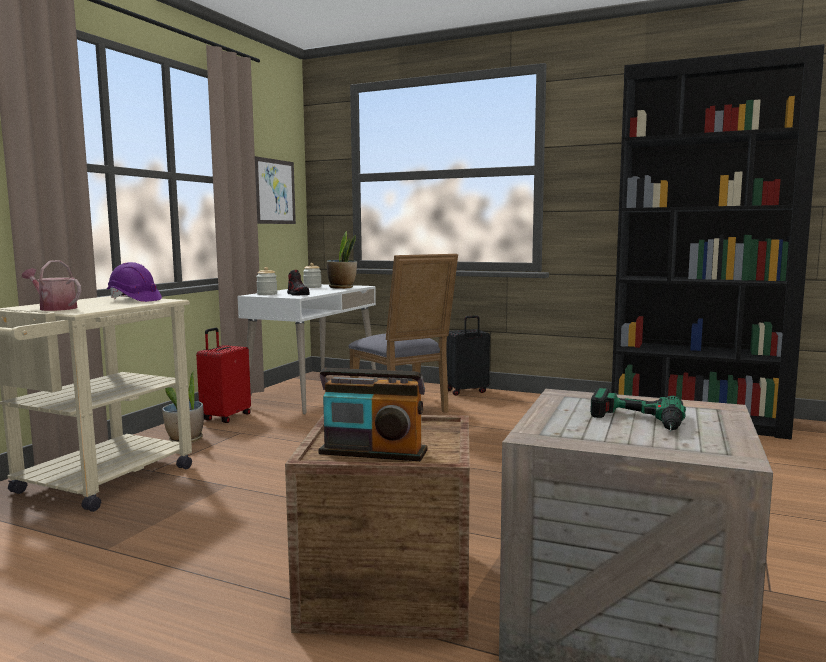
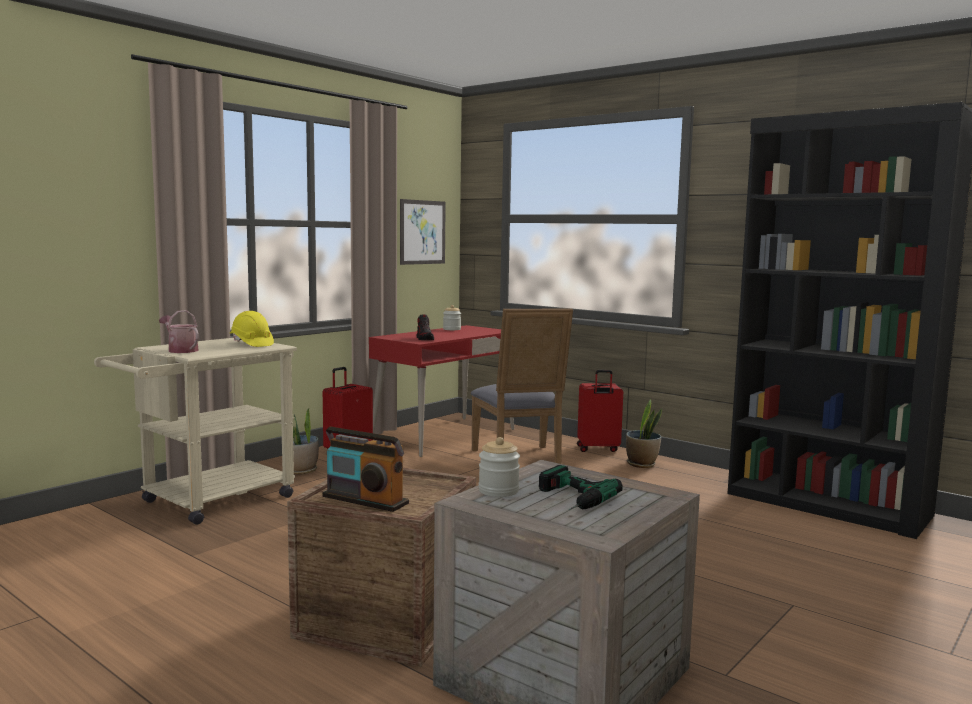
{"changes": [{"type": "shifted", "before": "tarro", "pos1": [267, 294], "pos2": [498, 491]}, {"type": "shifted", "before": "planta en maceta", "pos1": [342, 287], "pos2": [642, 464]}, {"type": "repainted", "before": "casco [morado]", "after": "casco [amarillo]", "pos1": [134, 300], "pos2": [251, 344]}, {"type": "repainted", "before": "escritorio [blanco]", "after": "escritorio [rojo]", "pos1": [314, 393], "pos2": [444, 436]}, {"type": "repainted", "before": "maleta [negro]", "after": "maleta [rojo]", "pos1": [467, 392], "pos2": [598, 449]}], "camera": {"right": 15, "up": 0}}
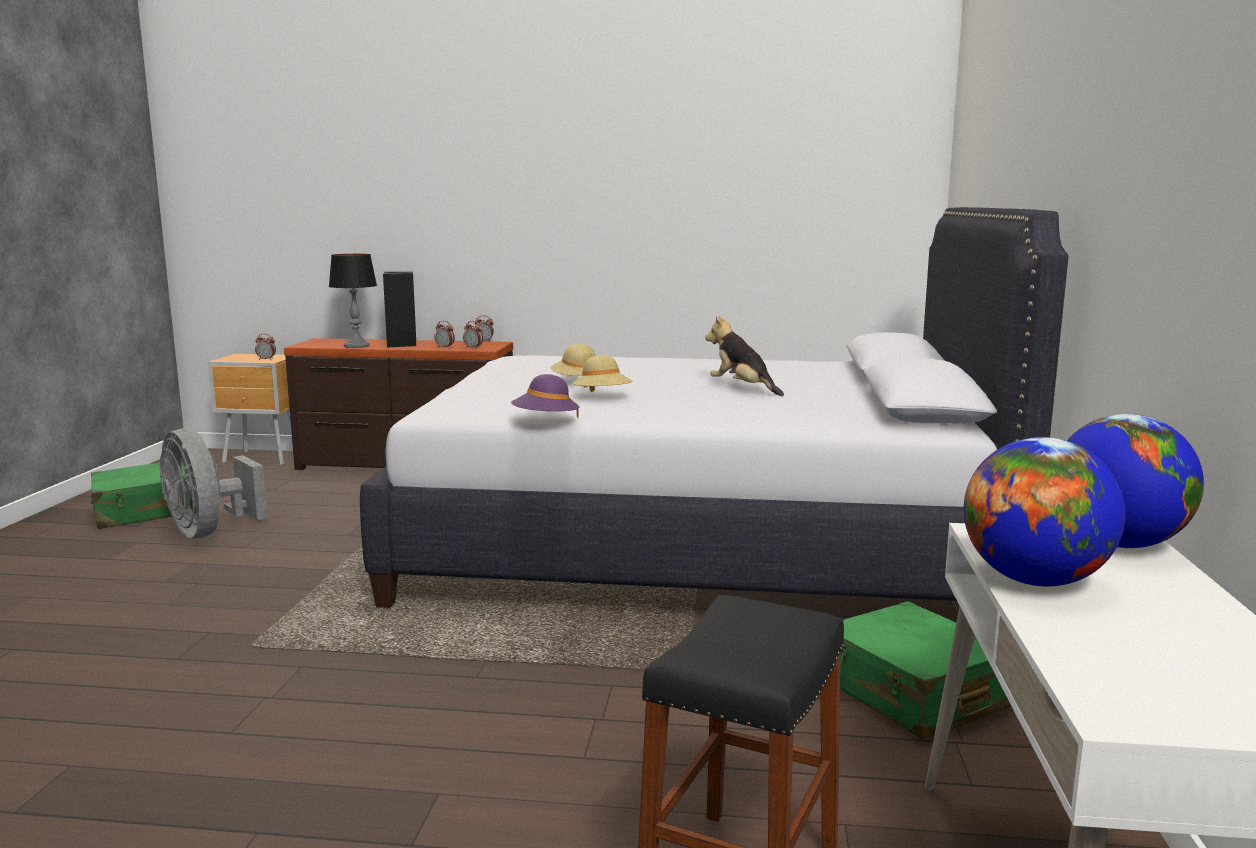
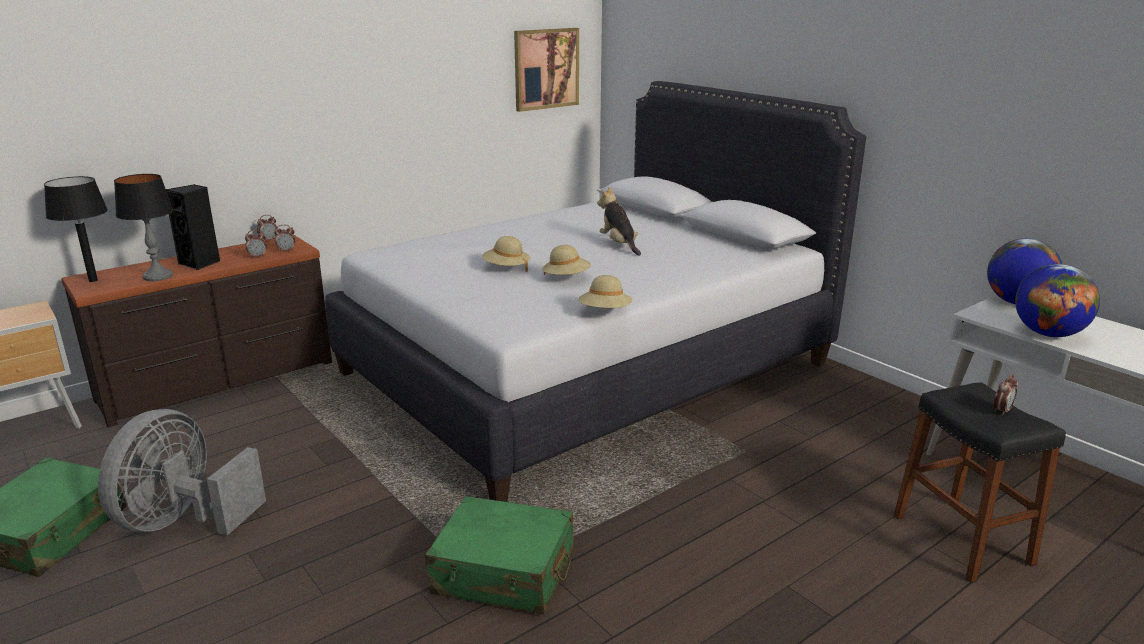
{"changes": [{"type": "new", "after": "lámpara de mesa [negro]", "pos2": [92, 280]}, {"type": "new", "after": "cuadro", "pos2": [546, 69]}, {"type": "shifted", "before": "despertador", "pos1": [266, 359], "pos2": [1002, 411]}, {"type": "shifted", "before": "maleta [verde]", "pos1": [913, 694], "pos2": [504, 573]}, {"type": "repainted", "before": "sombrero [morado]", "after": "sombrero [beis]", "pos1": [545, 421], "pos2": [605, 312]}, {"type": "rotated", "before": "ventilador [gris]", "pos1": [208, 532], "pos2": [183, 521], "turn": 105}, {"type": "rotated", "before": "peluche", "pos1": [742, 389], "pos2": [619, 245], "turn": 60}], "camera": {"right": -45, "up": 10}}
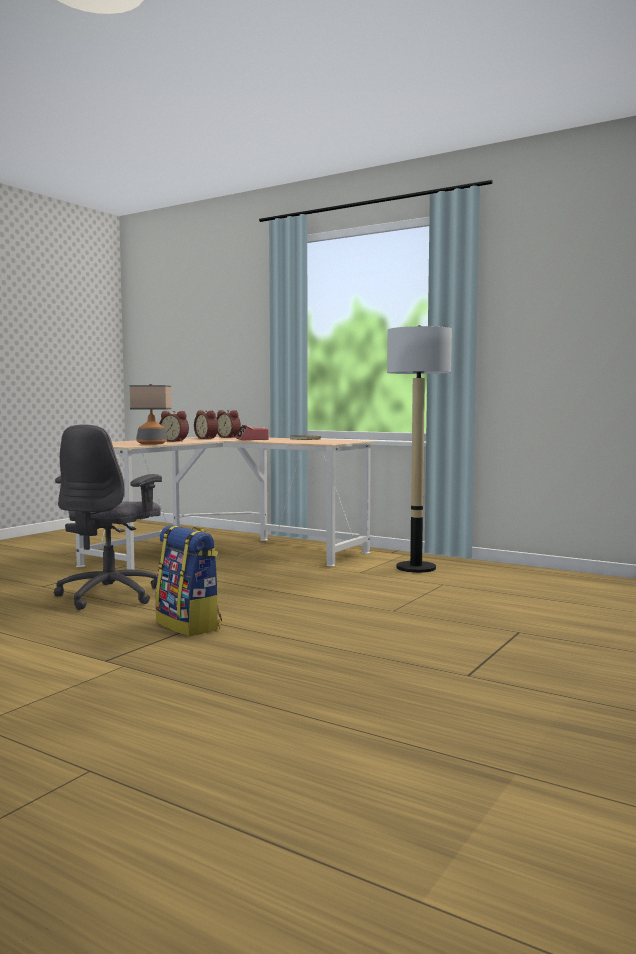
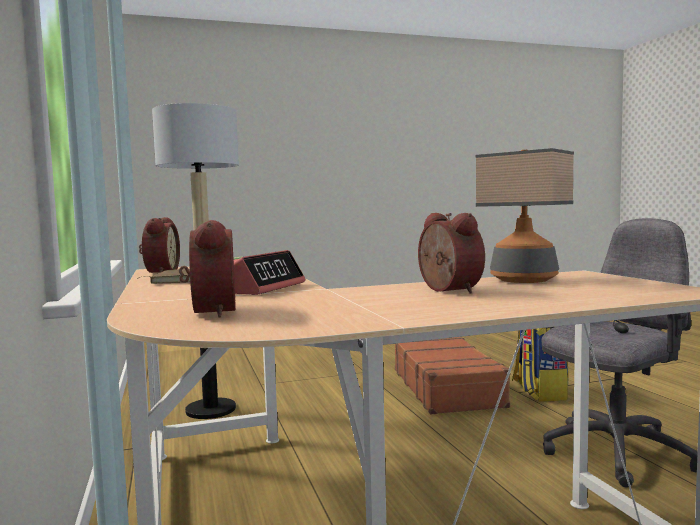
{"changes": [{"type": "new", "after": "maleta [marrón]", "pos2": [447, 387]}, {"type": "shifted", "before": "despertador", "pos1": [207, 438], "pos2": [159, 272]}], "camera": {"right": -140, "up": 0}}
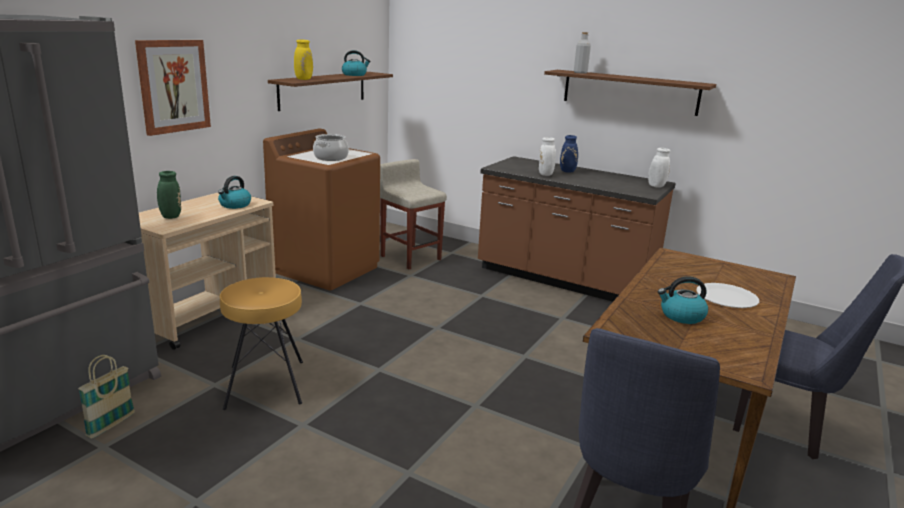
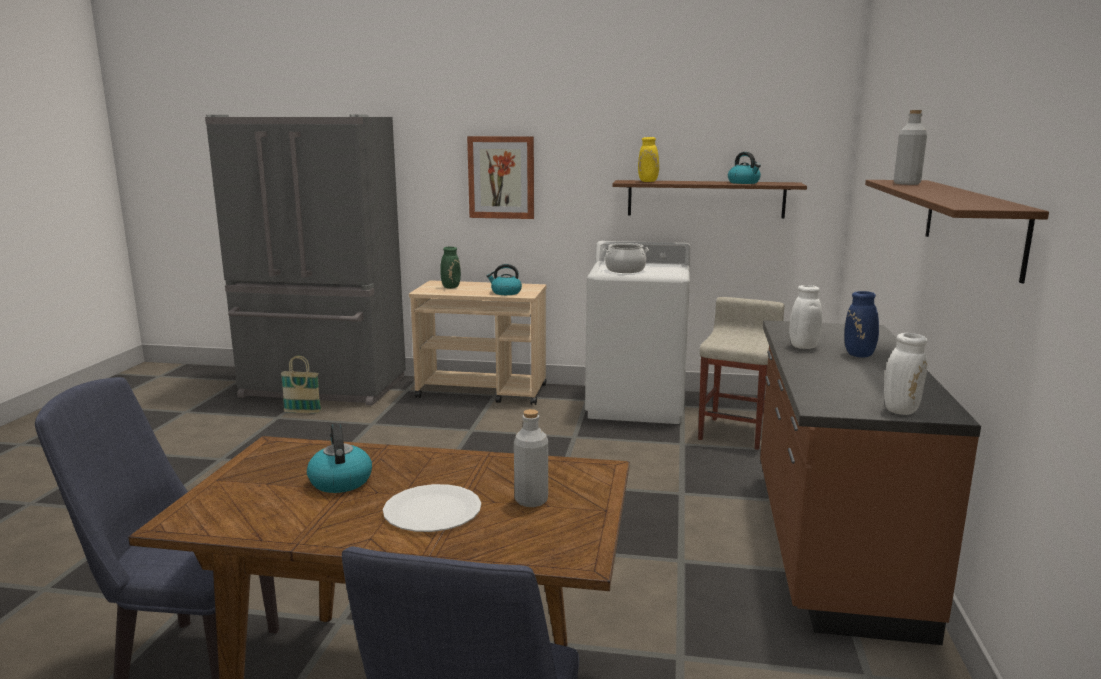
{"changes": [{"type": "gone", "before": "taburete [marrón]", "pos1": [266, 384]}, {"type": "new", "after": "botella [gris]", "pos2": [531, 500]}, {"type": "repainted", "before": "lavadora [marrón]", "after": "lavadora [blanco]", "pos1": [326, 269], "pos2": [636, 405]}], "camera": {"right": 70, "up": -5}}
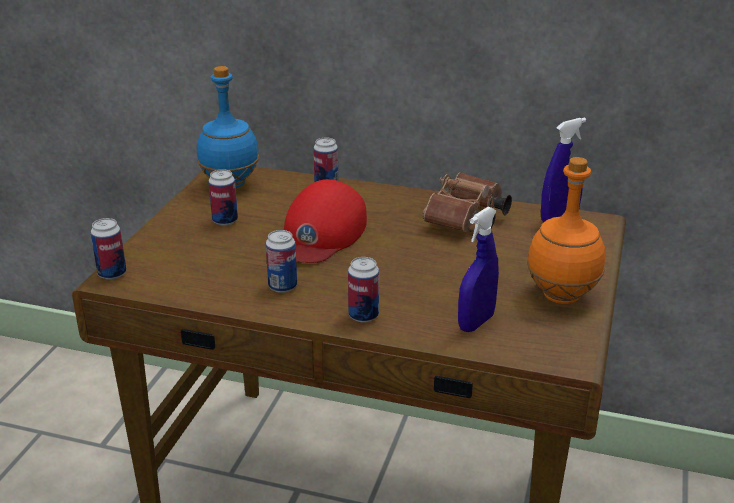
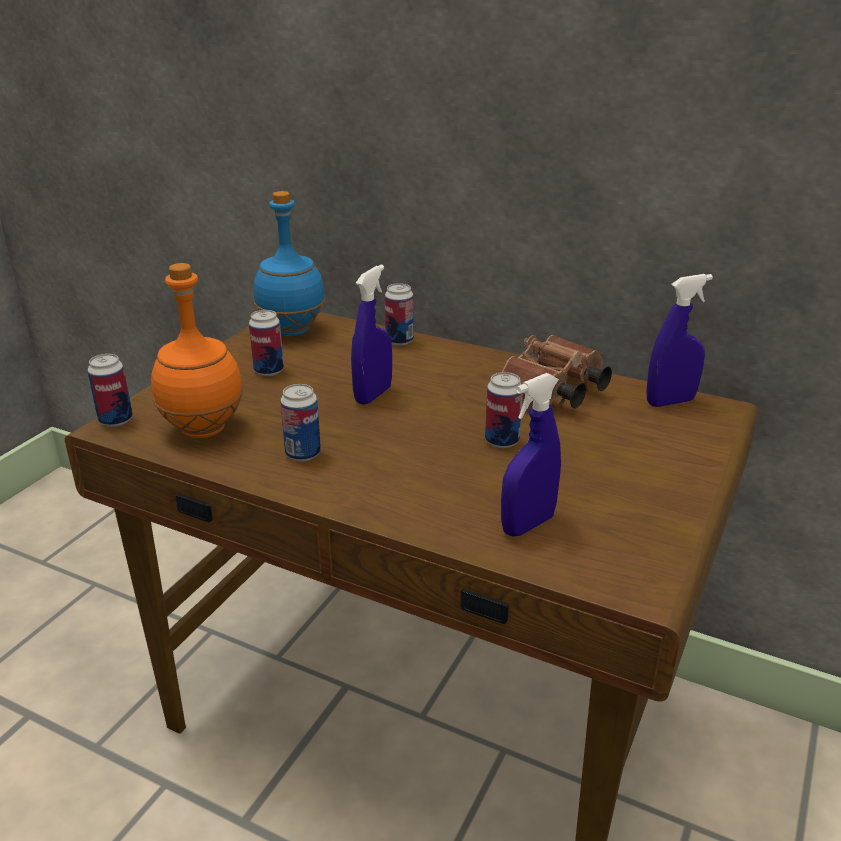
{"changes": [{"type": "shifted", "before": "lata", "pos1": [363, 316], "pos2": [502, 441]}, {"type": "shifted", "before": "botella [naranja]", "pos1": [561, 295], "pos2": [204, 429]}, {"type": "swapped", "before": "gorra [rojo]", "after": "pulverizador [azul]", "pos1": [321, 234], "pos2": [373, 395]}], "camera": {"right": 10, "up": 0}}
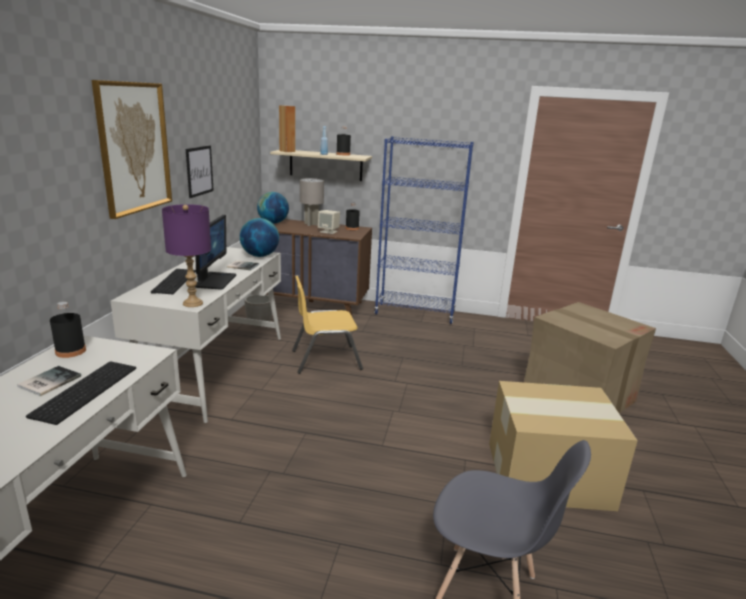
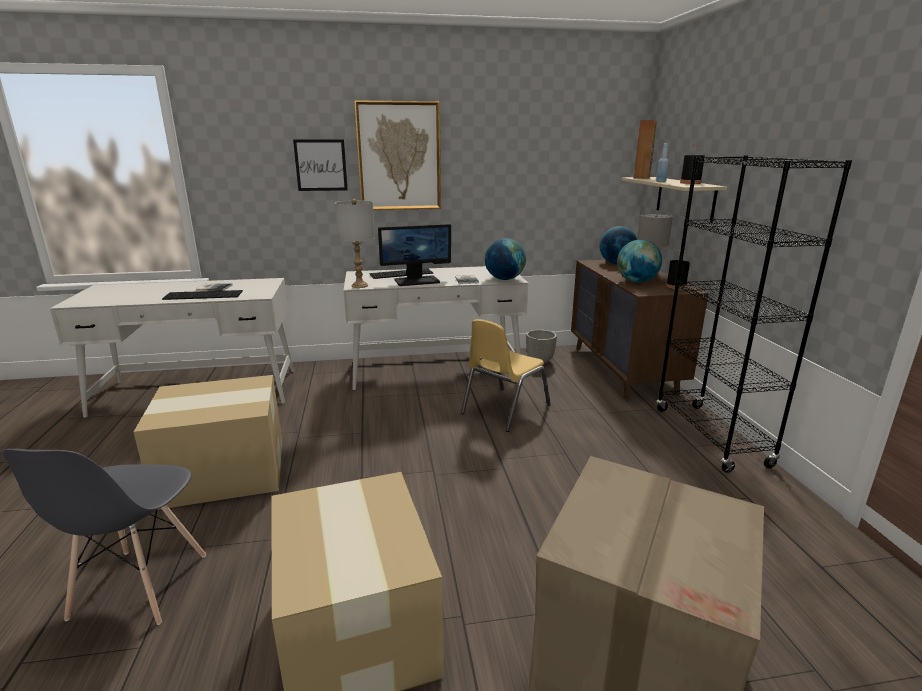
{"changes": [{"type": "gone", "before": "botella [negro]", "pos1": [70, 351]}, {"type": "new", "after": "caja de cartón", "pos2": [226, 472]}, {"type": "shifted", "before": "cuadro", "pos1": [199, 171], "pos2": [321, 165]}, {"type": "swapped", "before": "altavoz [beis]", "after": "globo terráqueo", "pos1": [329, 231], "pos2": [636, 282]}, {"type": "repainted", "before": "lámpara de mesa [morado]", "after": "lámpara de mesa [gris]", "pos1": [193, 303], "pos2": [360, 285]}, {"type": "repainted", "before": "estantería [azul]", "after": "estantería [negro]", "pos1": [415, 313], "pos2": [710, 437]}, {"type": "rotated", "before": "silla [amarillo]", "pos1": [325, 359], "pos2": [504, 409], "turn": -105}], "camera": {"right": 70, "up": 0}}
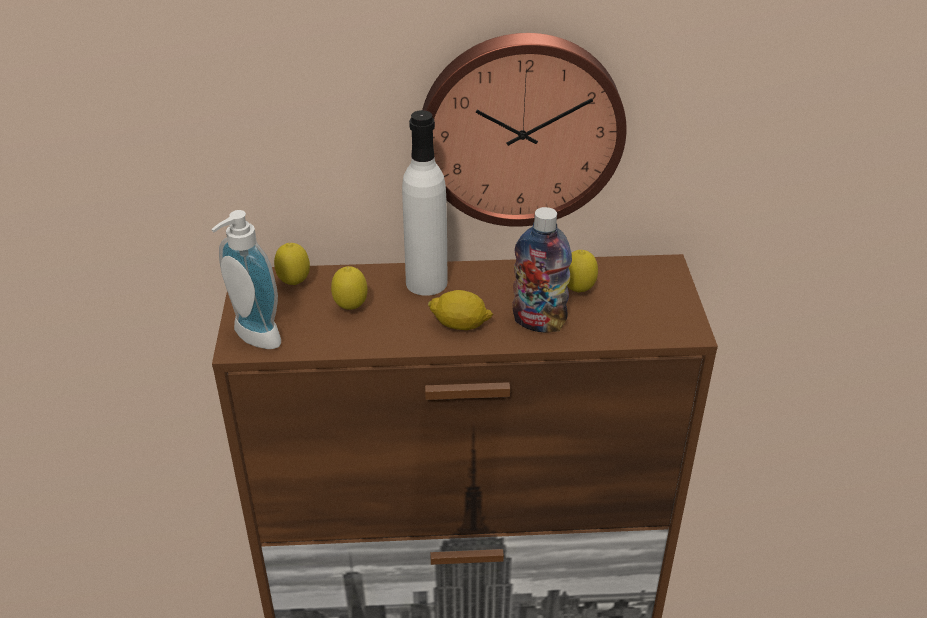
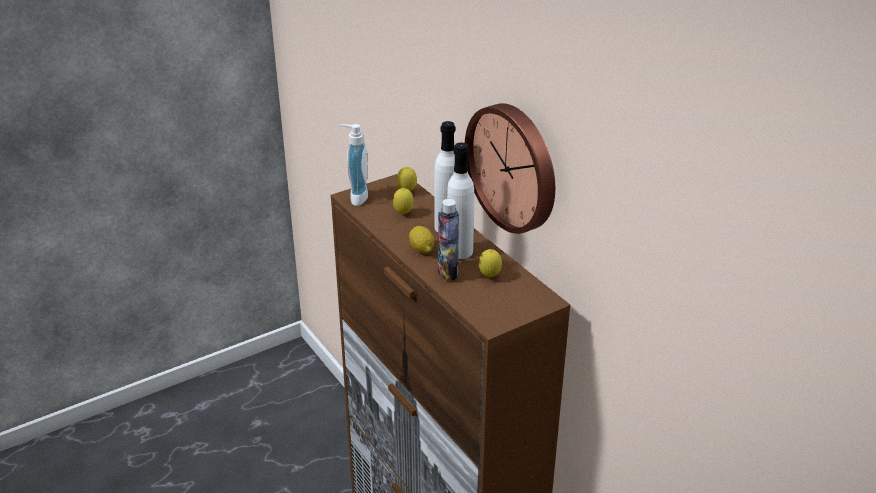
{"changes": [{"type": "new", "after": "botella [blanco]", "pos2": [459, 251]}], "camera": {"right": 60, "up": -5}}
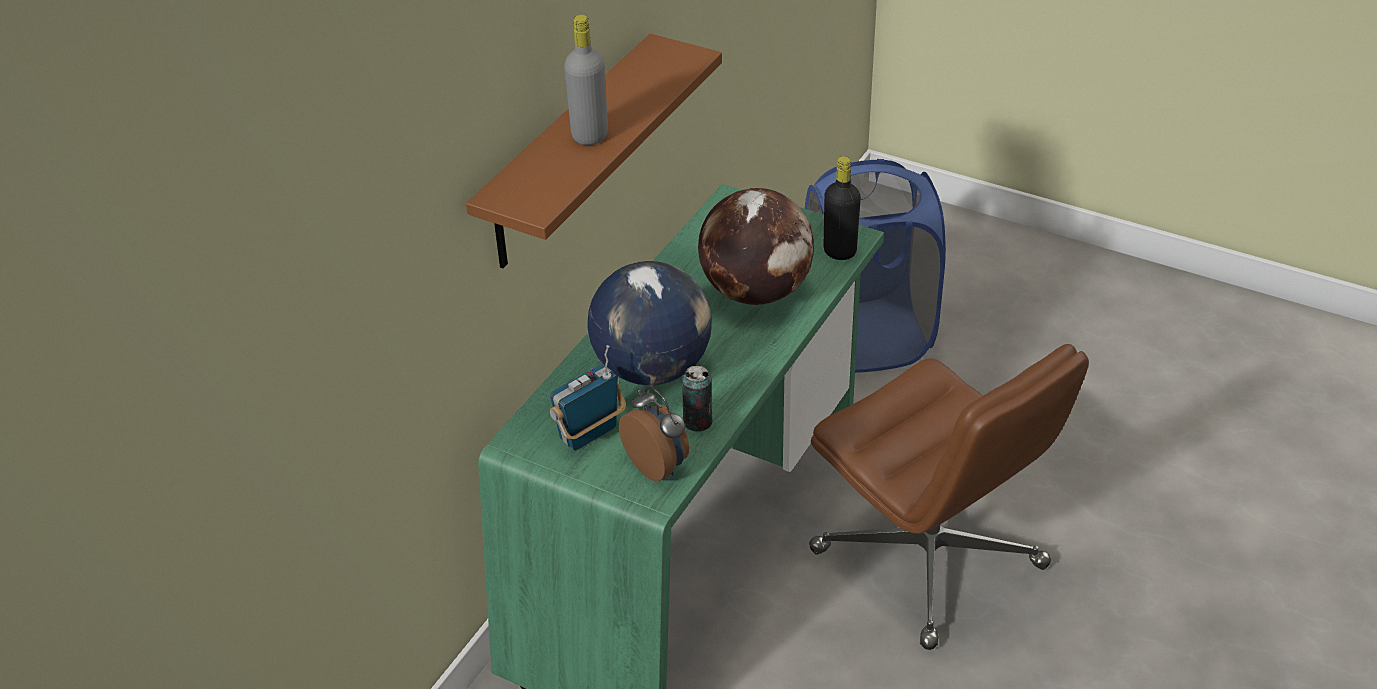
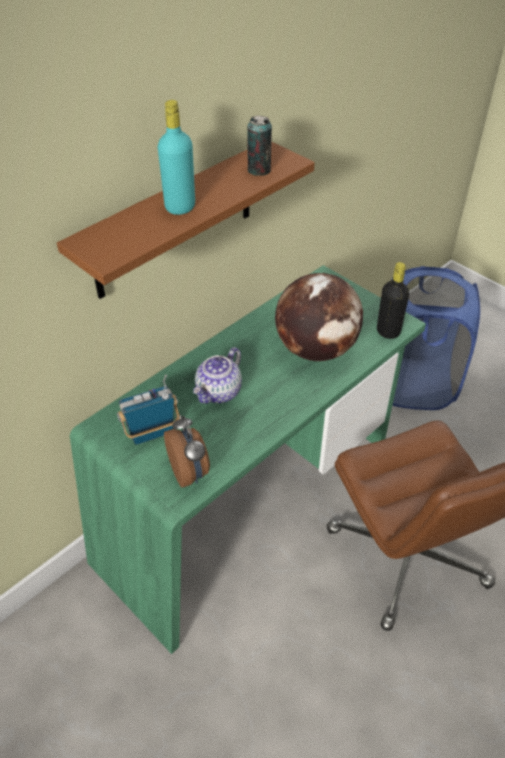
{"changes": [{"type": "shifted", "before": "lata", "pos1": [697, 422], "pos2": [259, 170]}, {"type": "swapped", "before": "globo terráqueo", "after": "tetera", "pos1": [653, 369], "pos2": [219, 392]}, {"type": "repainted", "before": "botella [gris]", "after": "botella [turquesa]", "pos1": [589, 135], "pos2": [180, 207]}], "camera": {"right": 15, "up": 5}}
